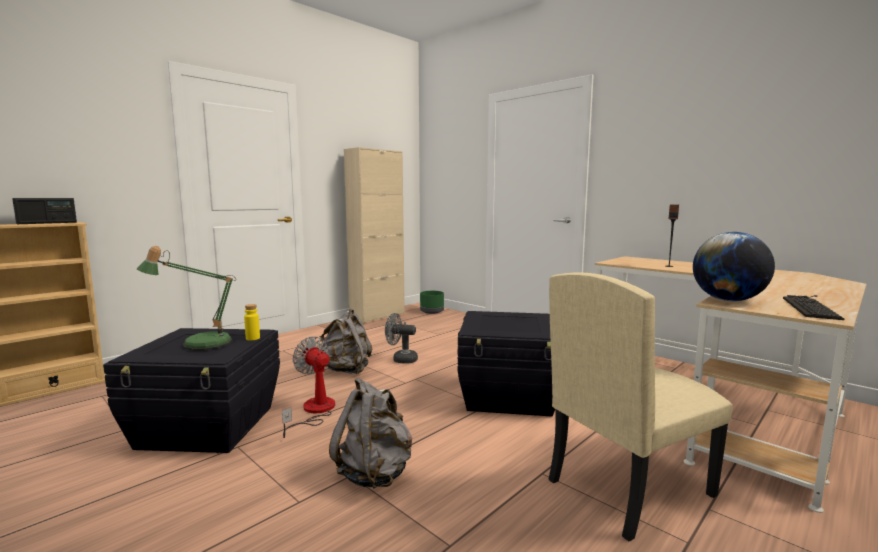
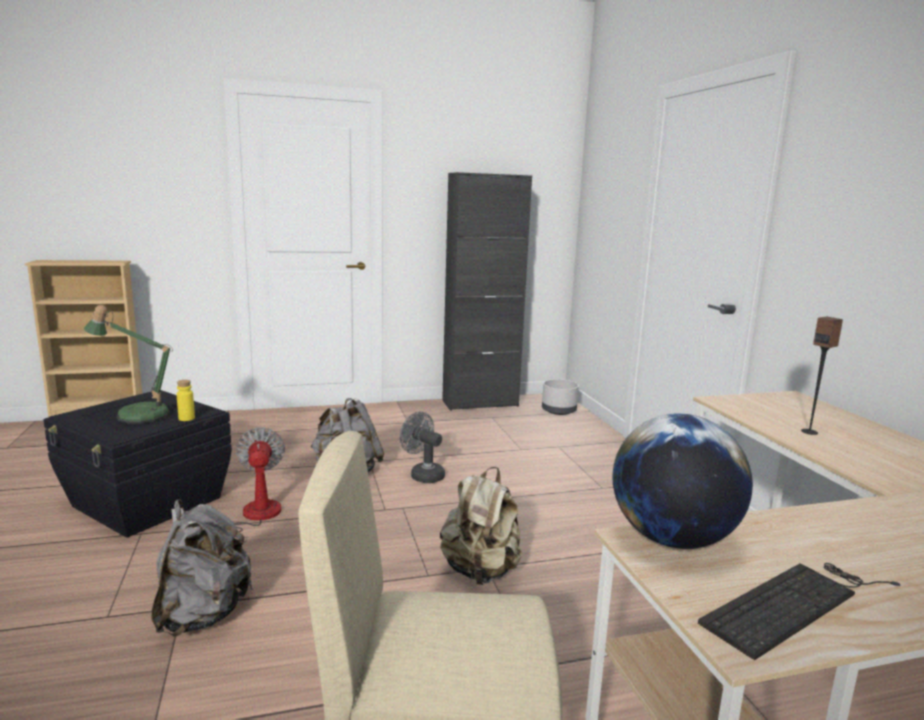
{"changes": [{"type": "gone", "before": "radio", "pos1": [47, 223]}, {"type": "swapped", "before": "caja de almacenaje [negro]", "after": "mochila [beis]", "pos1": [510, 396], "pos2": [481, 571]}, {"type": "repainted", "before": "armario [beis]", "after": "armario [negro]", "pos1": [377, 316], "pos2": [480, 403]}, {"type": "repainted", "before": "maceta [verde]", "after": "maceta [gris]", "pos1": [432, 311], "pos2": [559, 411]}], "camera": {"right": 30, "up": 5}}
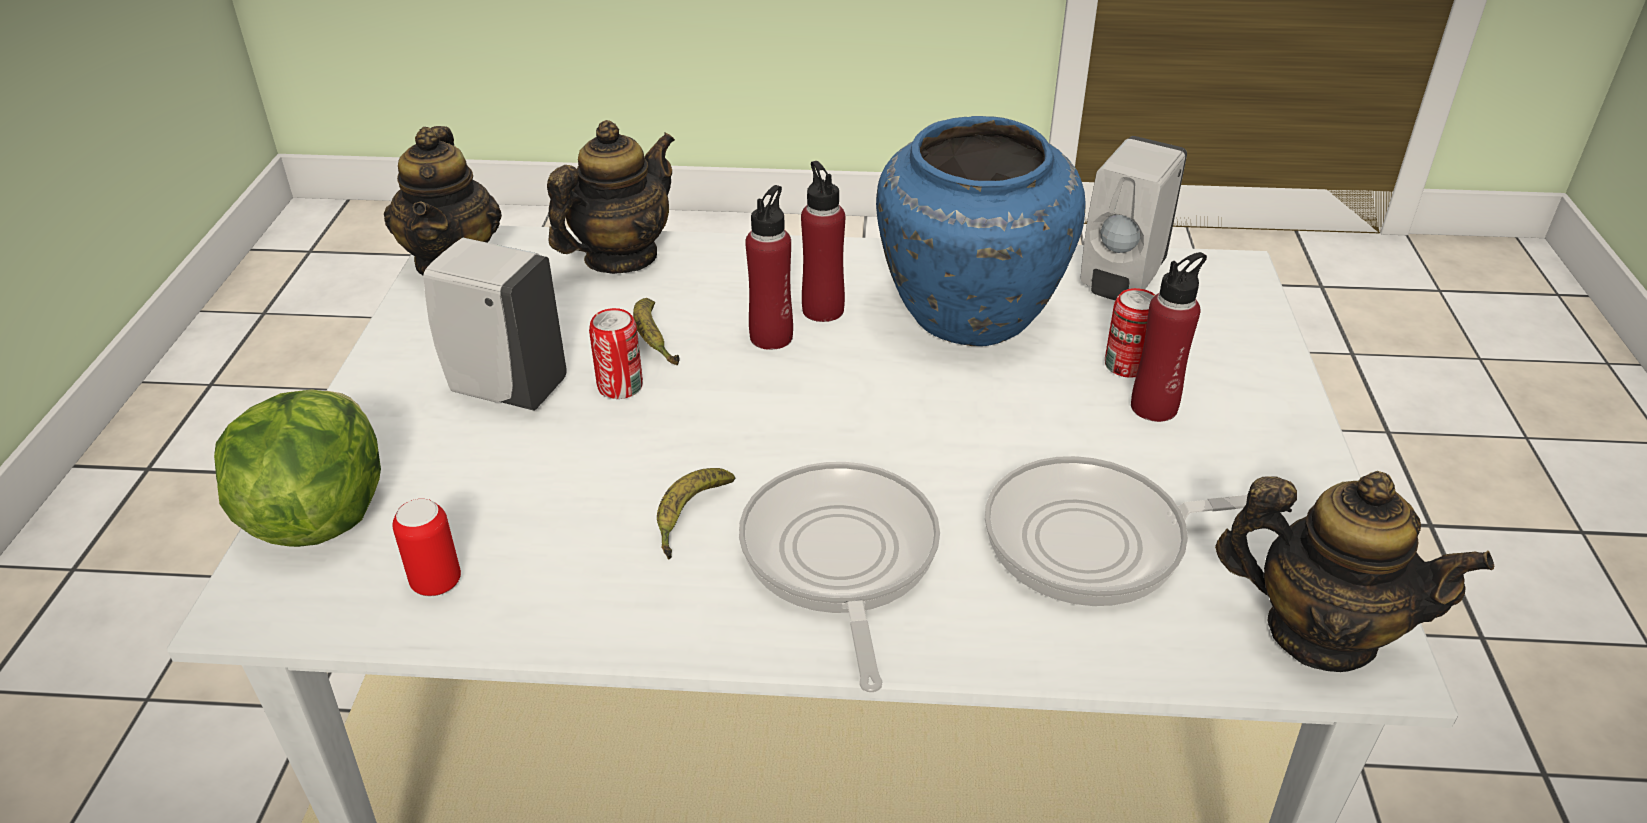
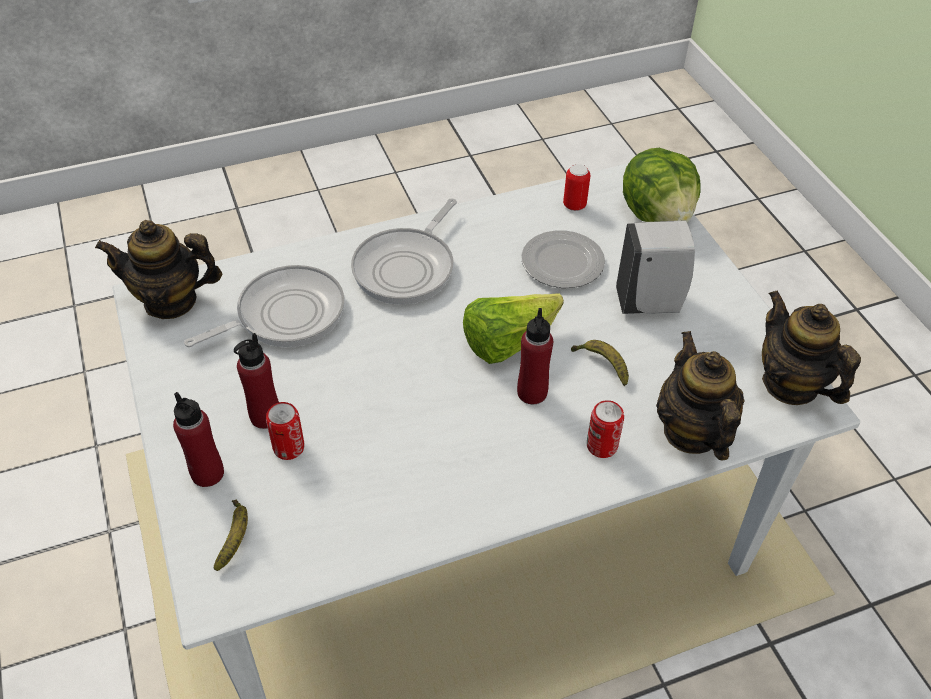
{"changes": [{"type": "gone", "before": "florero [azul]", "pos1": [967, 317]}, {"type": "gone", "before": "dispensador de jabón [blanco]", "pos1": [1120, 281]}, {"type": "new", "after": "lechuga", "pos2": [507, 343]}, {"type": "new", "after": "plato", "pos2": [561, 262]}, {"type": "shifted", "before": "lata", "pos1": [620, 387], "pos2": [601, 446]}, {"type": "shifted", "before": "plátano", "pos1": [690, 517], "pos2": [235, 537]}, {"type": "shifted", "before": "botella [rojo]", "pos1": [823, 310], "pos2": [207, 473]}, {"type": "rotated", "before": "tetera", "pos1": [620, 257], "pos2": [691, 431], "turn": 150}, {"type": "rotated", "before": "sartén", "pos1": [840, 559], "pos2": [407, 267], "turn": 60}], "camera": {"right": 155, "up": 10}}
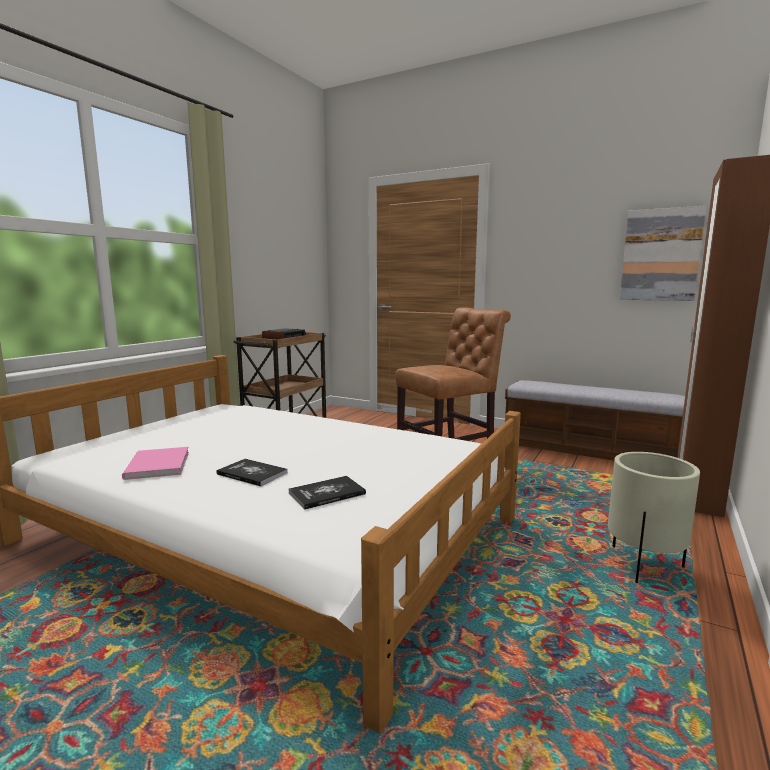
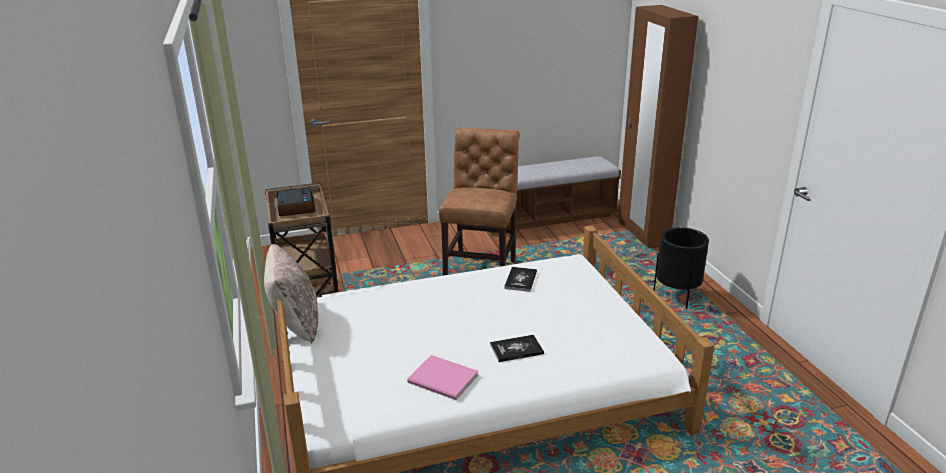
{"changes": [{"type": "gone", "before": "cuadro", "pos1": [660, 255]}, {"type": "new", "after": "cojín [beis]", "pos2": [295, 323]}, {"type": "shifted", "before": "libro", "pos1": [327, 493], "pos2": [520, 280]}, {"type": "repainted", "before": "maceta [beis]", "after": "maceta [negro]", "pos1": [644, 566], "pos2": [677, 297]}], "camera": {"right": -45, "up": 15}}
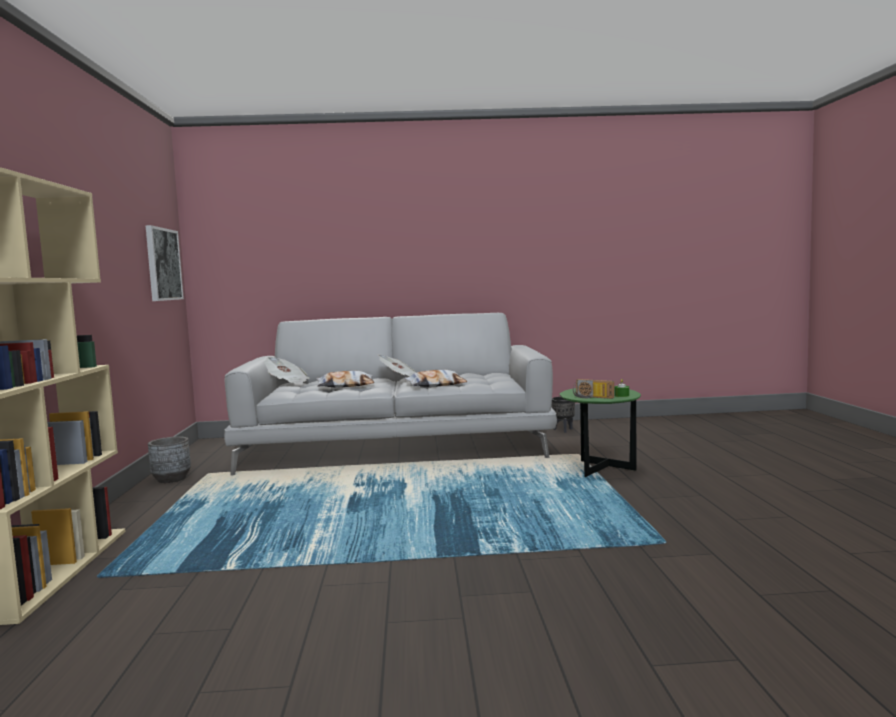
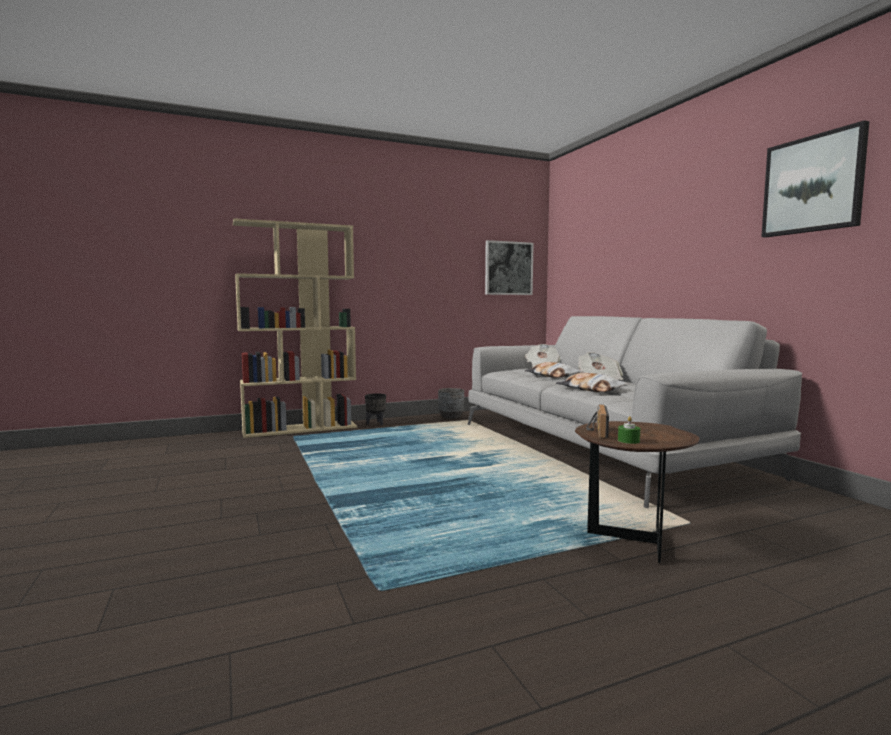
{"changes": [{"type": "new", "after": "cuadro", "pos2": [813, 184]}, {"type": "shifted", "before": "maceta [negro]", "pos1": [563, 430], "pos2": [376, 423]}, {"type": "repainted", "before": "mesa auxiliar [verde]", "after": "mesa auxiliar [marrón]", "pos1": [600, 471], "pos2": [630, 541]}], "camera": {"right": 70, "up": 0}}
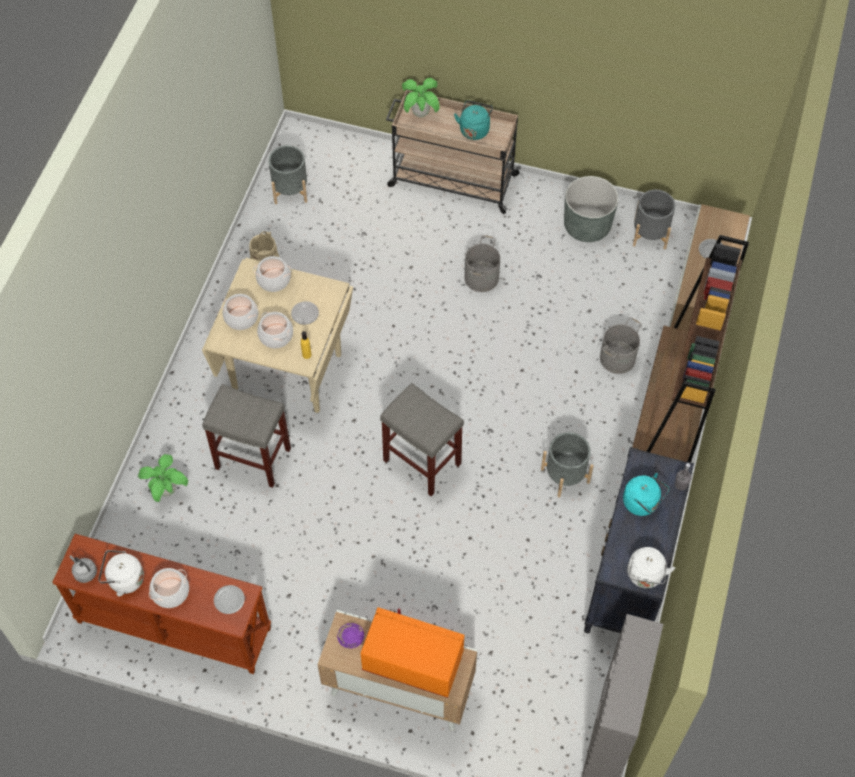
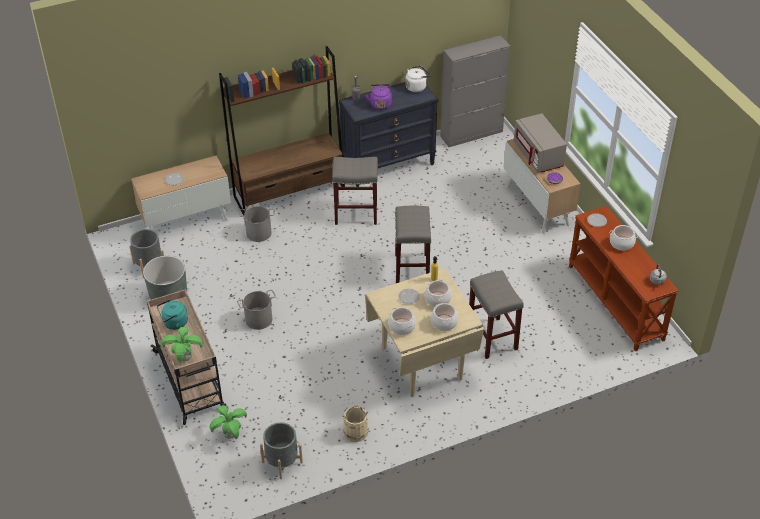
{"changes": [{"type": "gone", "before": "hervidor [blanco]", "pos1": [124, 579]}, {"type": "shifted", "before": "planta en maceta", "pos1": [167, 490], "pos2": [230, 435]}, {"type": "swapped", "before": "maceta [gris]", "after": "taburete [gris]", "pos1": [565, 475], "pos2": [356, 213]}, {"type": "repainted", "before": "microondas [naranja]", "after": "microondas [gris]", "pos1": [412, 662], "pos2": [538, 156]}, {"type": "repainted", "before": "hervidor [turquesa]", "after": "hervidor [morado]", "pos1": [642, 503], "pos2": [380, 104]}], "camera": {"right": -130, "up": -15}}
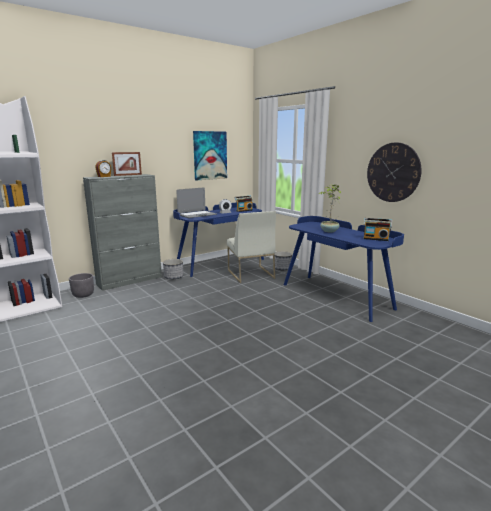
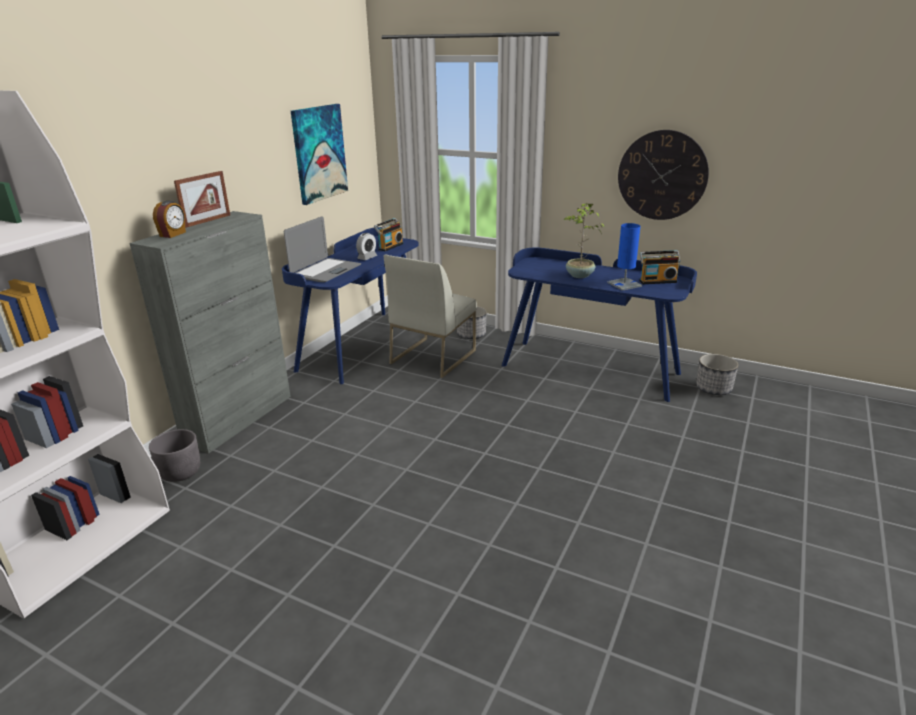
{"changes": [{"type": "new", "after": "lámpara de mesa [azul]", "pos2": [624, 284]}, {"type": "shifted", "before": "maceta", "pos1": [173, 277], "pos2": [713, 389]}, {"type": "rotated", "before": "silla [blanco]", "pos1": [250, 274], "pos2": [433, 356], "turn": 75}], "camera": {"right": -25, "up": 10}}
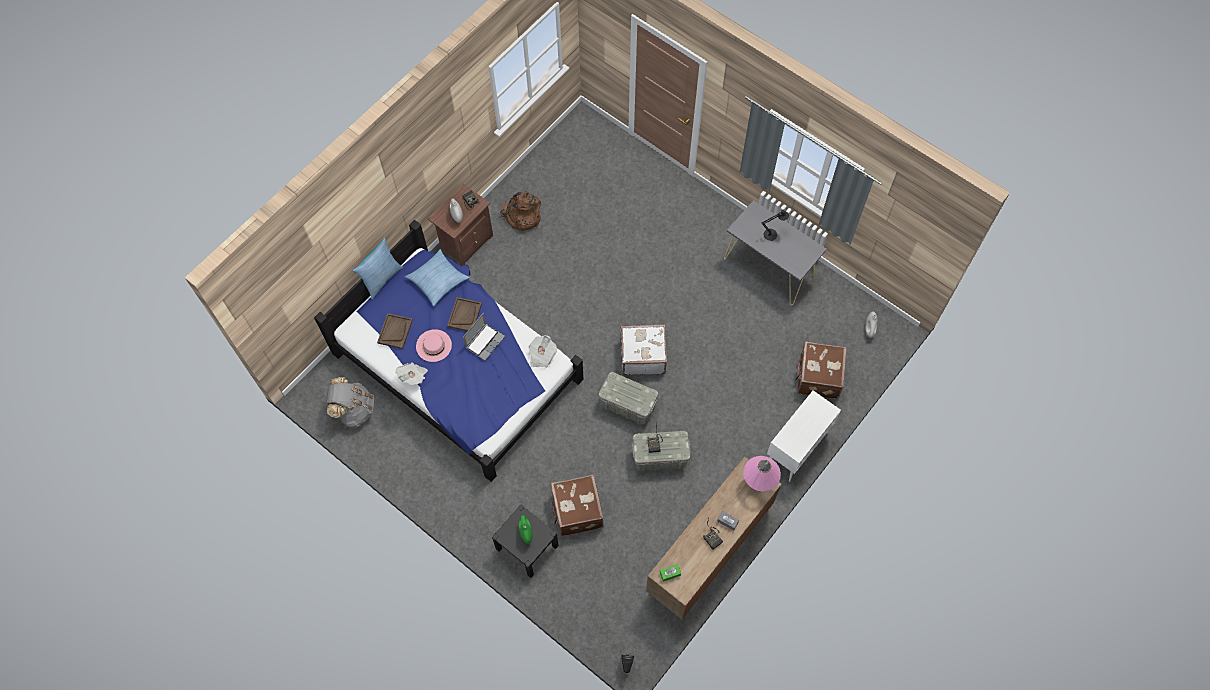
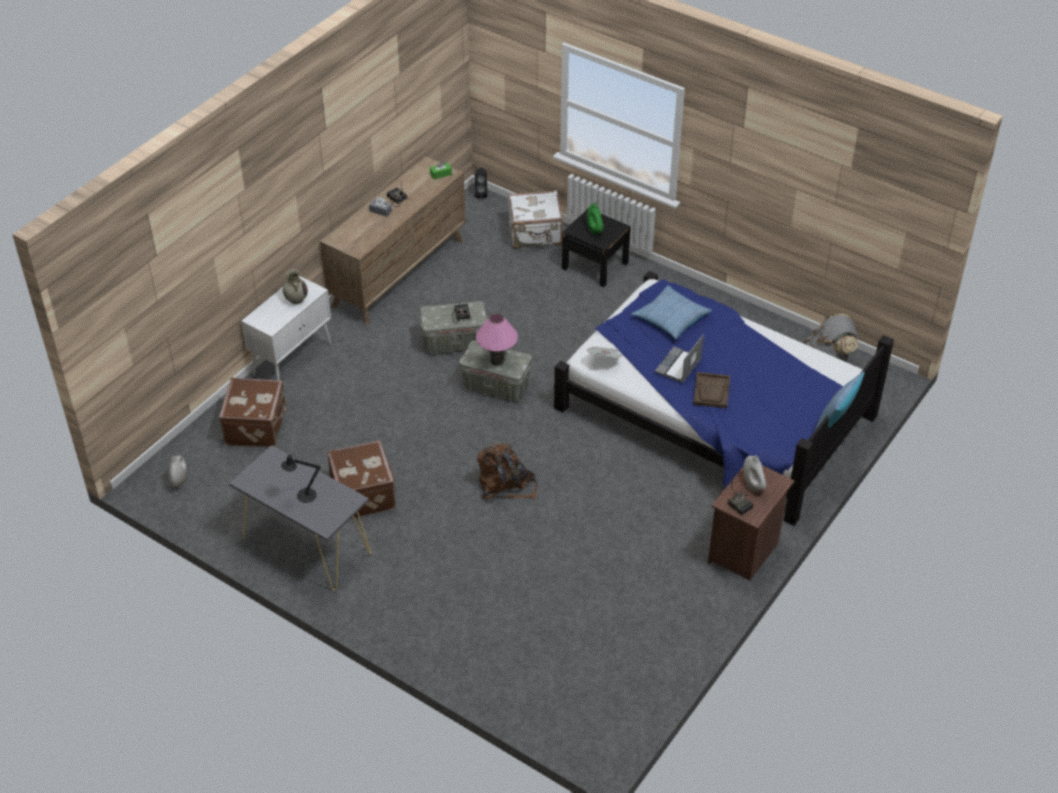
{"changes": [{"type": "gone", "before": "bandeja [marrón]", "pos1": [395, 331]}, {"type": "gone", "before": "periódico", "pos1": [413, 376]}, {"type": "gone", "before": "sombrero [rosa]", "pos1": [433, 345]}, {"type": "new", "after": "florero [beis]", "pos2": [296, 299]}, {"type": "shifted", "before": "cojín", "pos1": [437, 280], "pos2": [671, 318]}, {"type": "shifted", "before": "mochila [marrón]", "pos1": [522, 216], "pos2": [505, 484]}, {"type": "shifted", "before": "maleta [marrón]", "pos1": [576, 511], "pos2": [364, 493]}, {"type": "shifted", "before": "maleta [blanco]", "pos1": [642, 356], "pos2": [535, 235]}, {"type": "shifted", "before": "lámpara de mesa [rosa]", "pos1": [758, 483], "pos2": [497, 361]}], "camera": {"right": 175, "up": -20}}
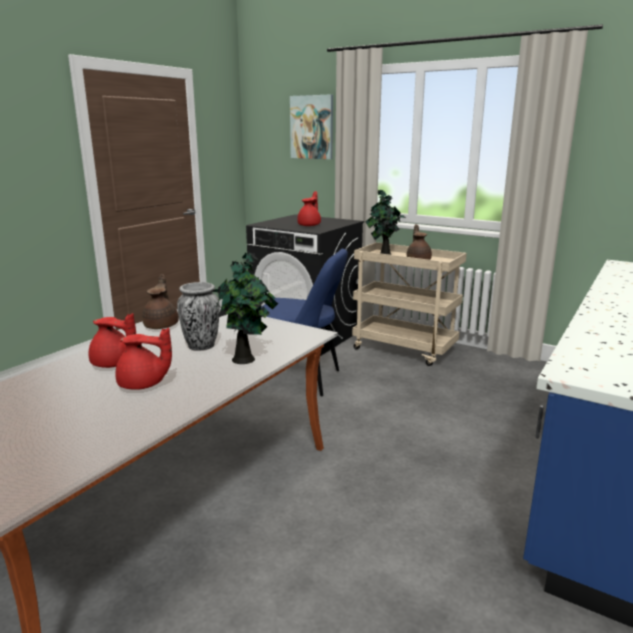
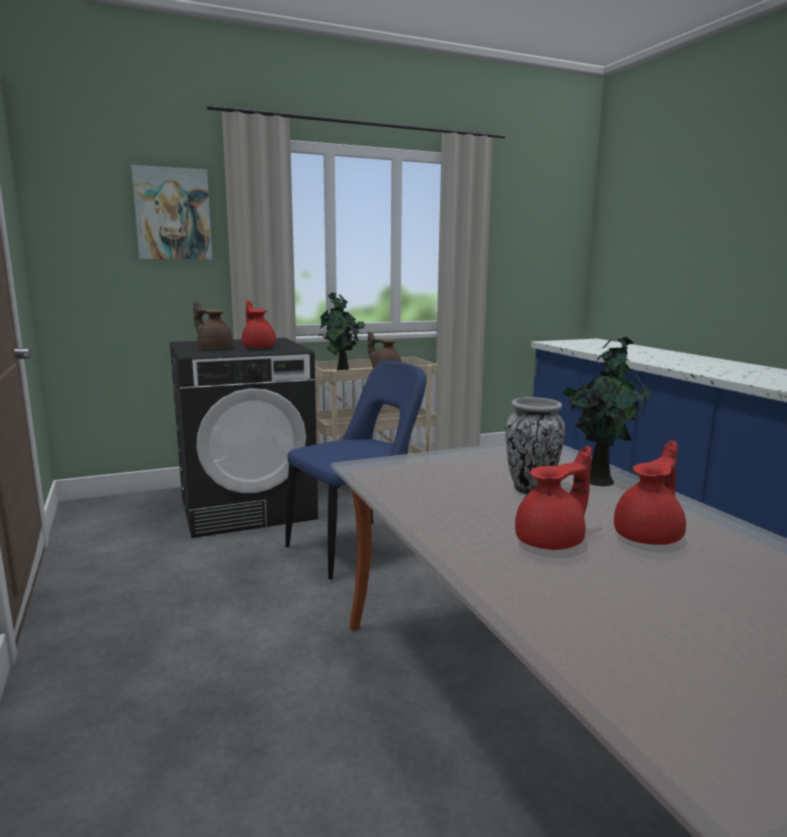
{"changes": [{"type": "shifted", "before": "tetera [marrón]", "pos1": [162, 325], "pos2": [214, 348]}], "camera": {"right": -55, "up": -5}}
